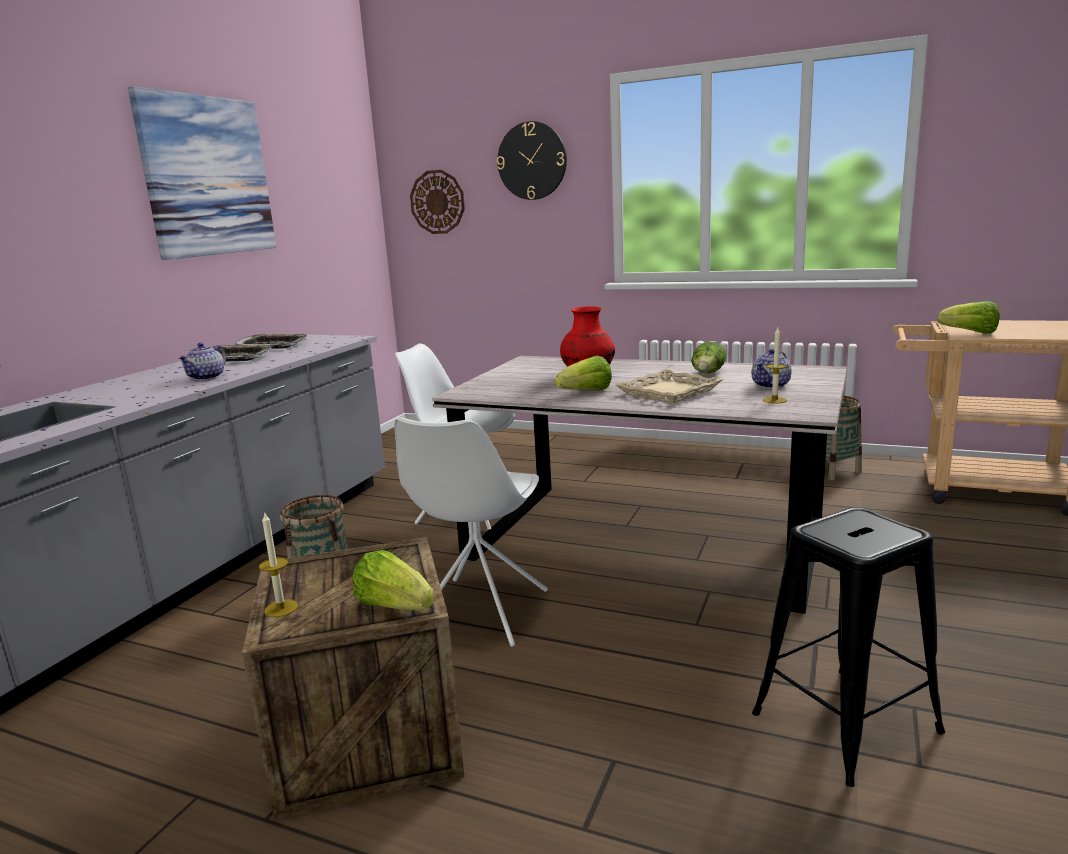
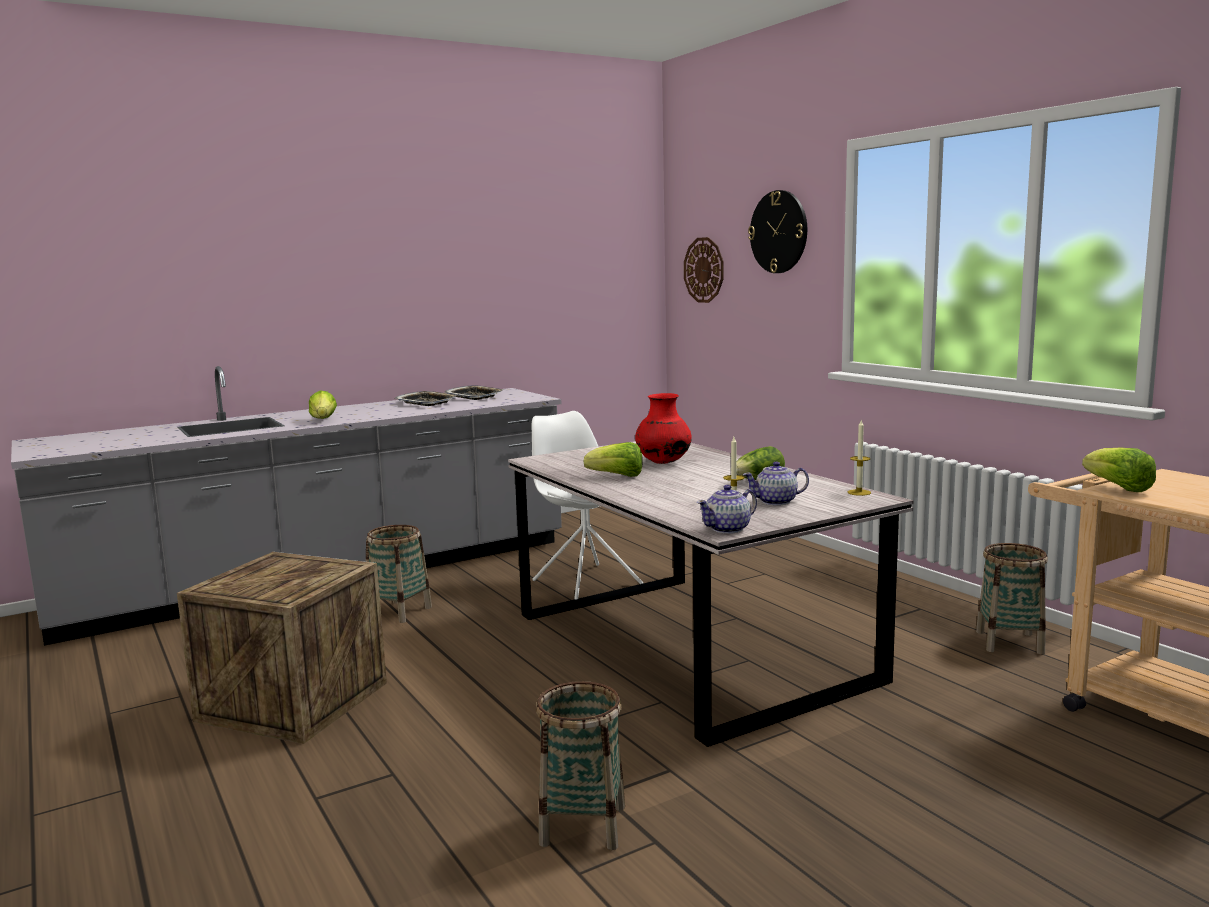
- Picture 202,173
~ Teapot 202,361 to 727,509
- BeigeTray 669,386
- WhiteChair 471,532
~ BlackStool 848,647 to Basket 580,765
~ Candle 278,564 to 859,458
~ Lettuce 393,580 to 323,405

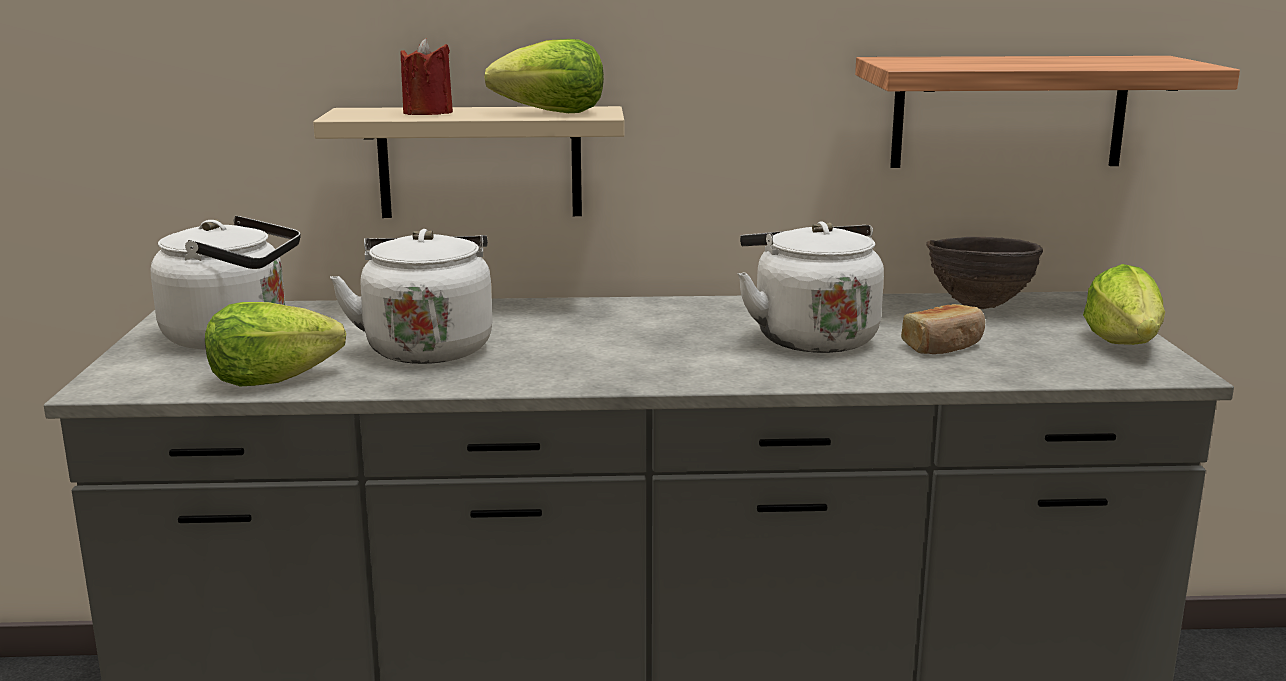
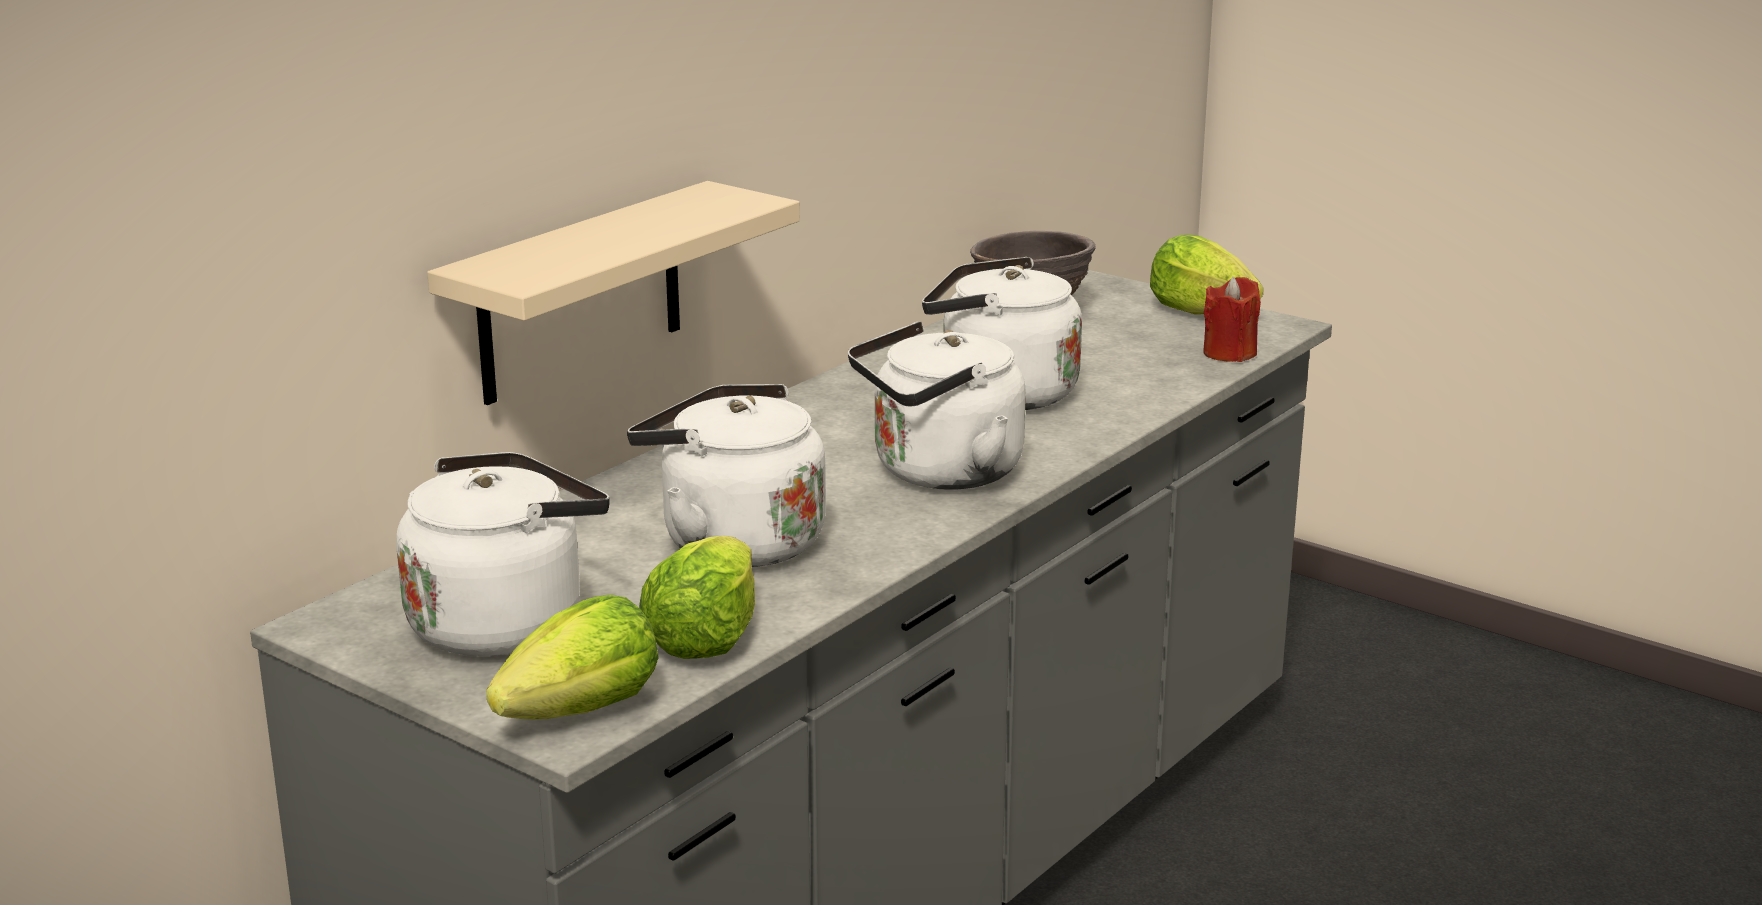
~ RedCandle 426,76 to 1232,319
~ Lettuce 544,76 to 572,657
- Shelf 1047,112
- Bread 943,329
+ WhiteKettle 937,405

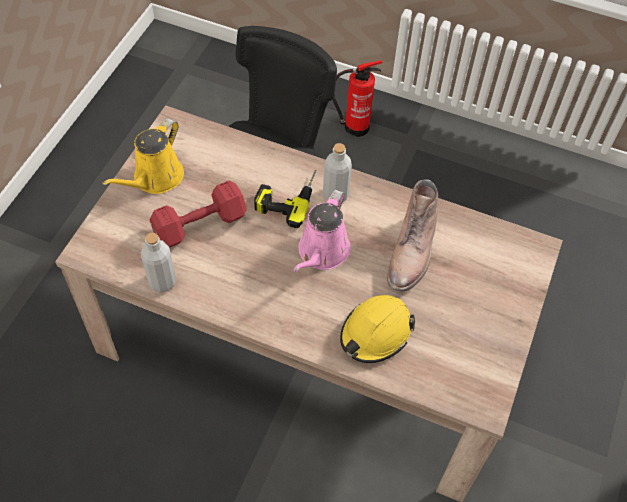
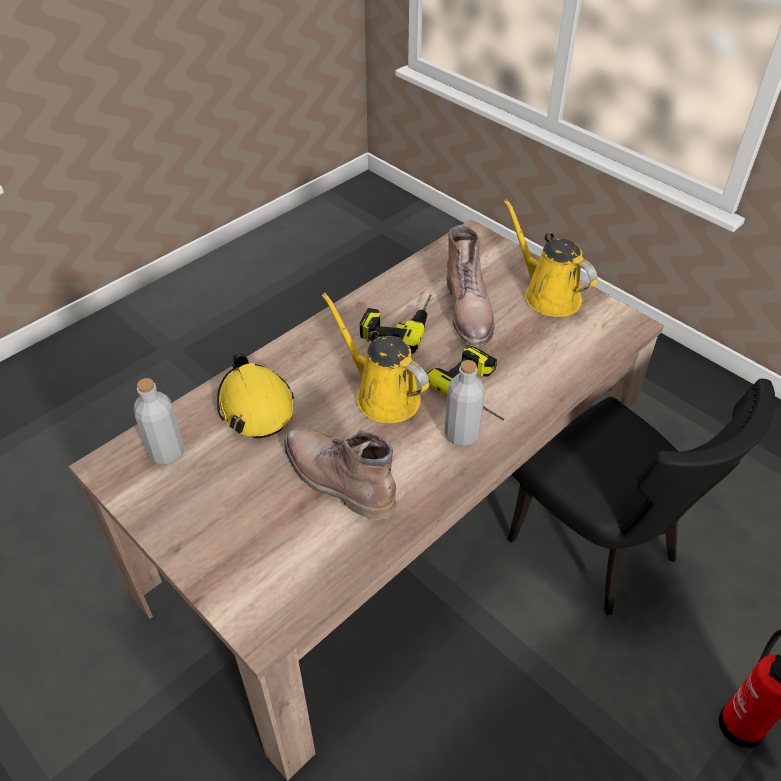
~ RedDumbbell 198,214 to BrownBoot 470,285
~ PinkWateringCan 322,231 to YellowWateringCan 375,358
~ GreyBottle 158,263 to 158,421
+ PowerDrill 395,324

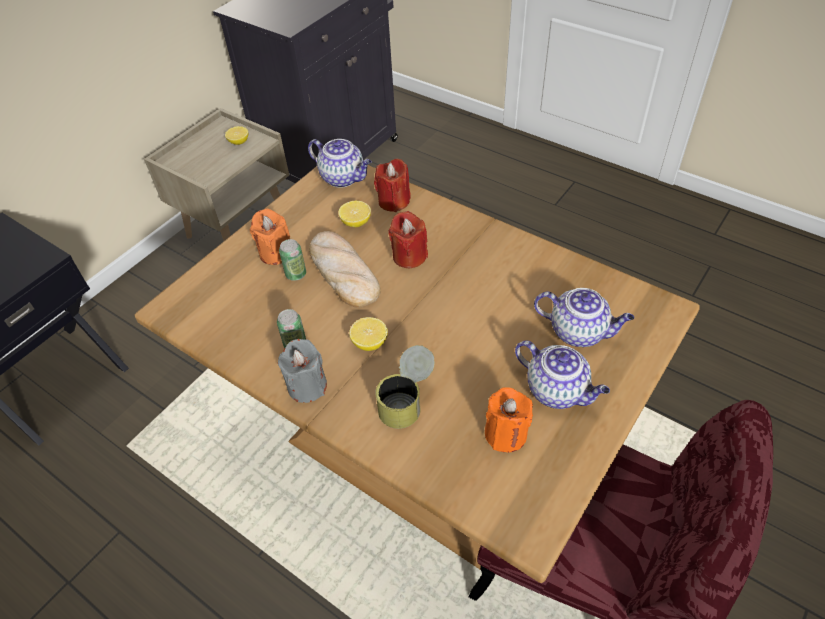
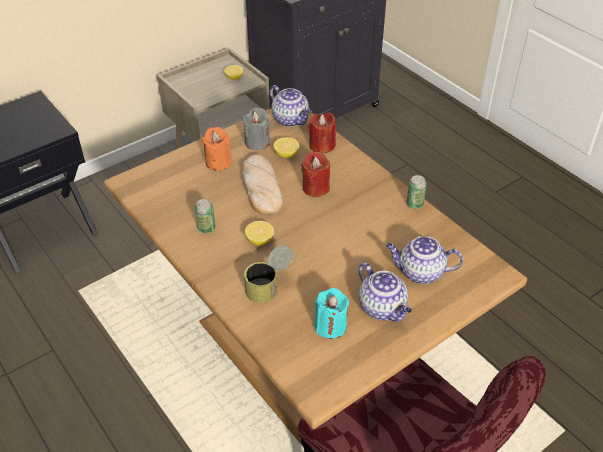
~ Can 292,260 to 417,192
~ Teapot 584,317 = 424,260 150 degrees clockwise
~ GreyCandle 302,371 to 256,129
~ OrangeCandle 509,420 to TurquoiseCandle 331,313

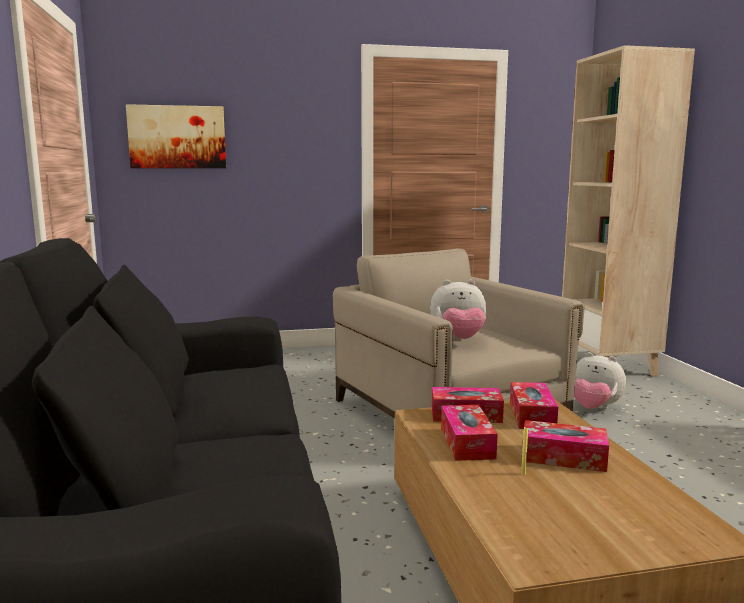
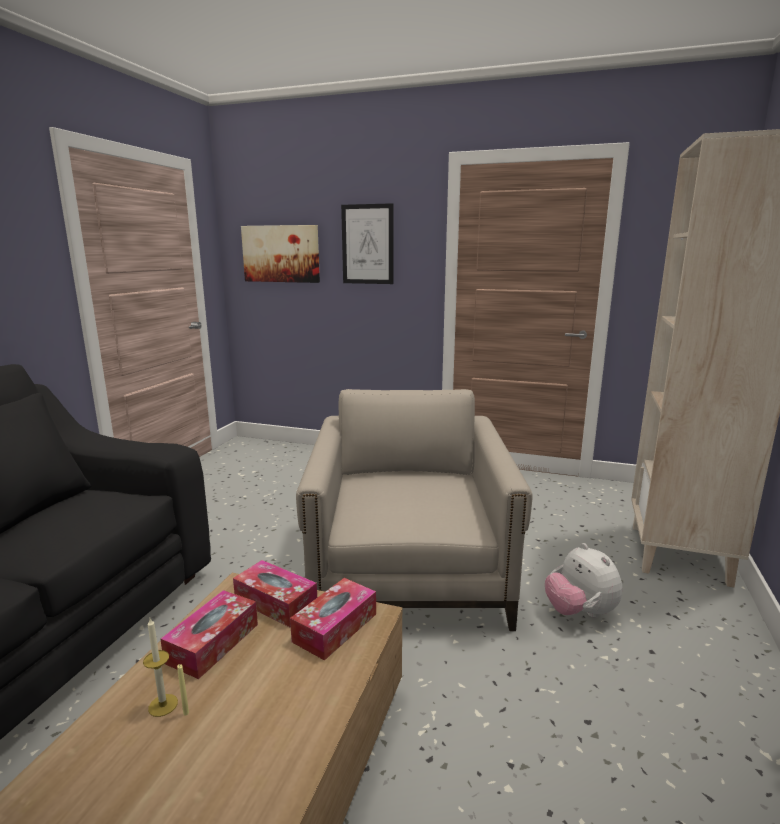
- PlushToy 458,309
- TissueBox 565,446
+ Picture 367,243
+ Candle 160,667

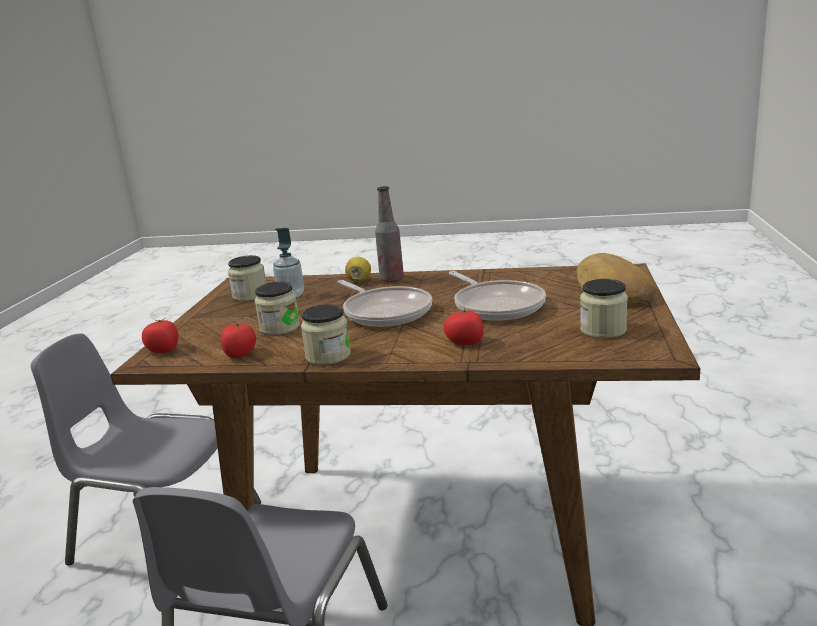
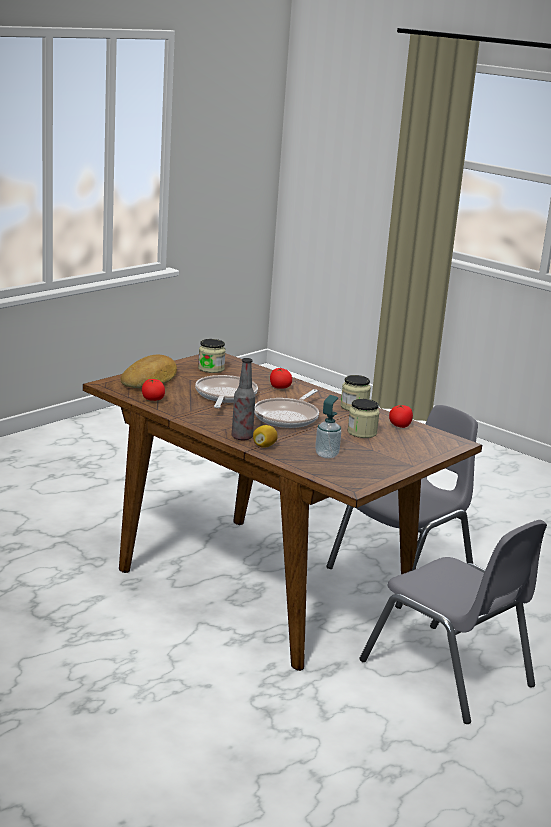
- Jar 247,278
~ FryingPan 384,303 = 286,408 150 degrees counterclockwise
~ Tomato 160,335 to 153,390

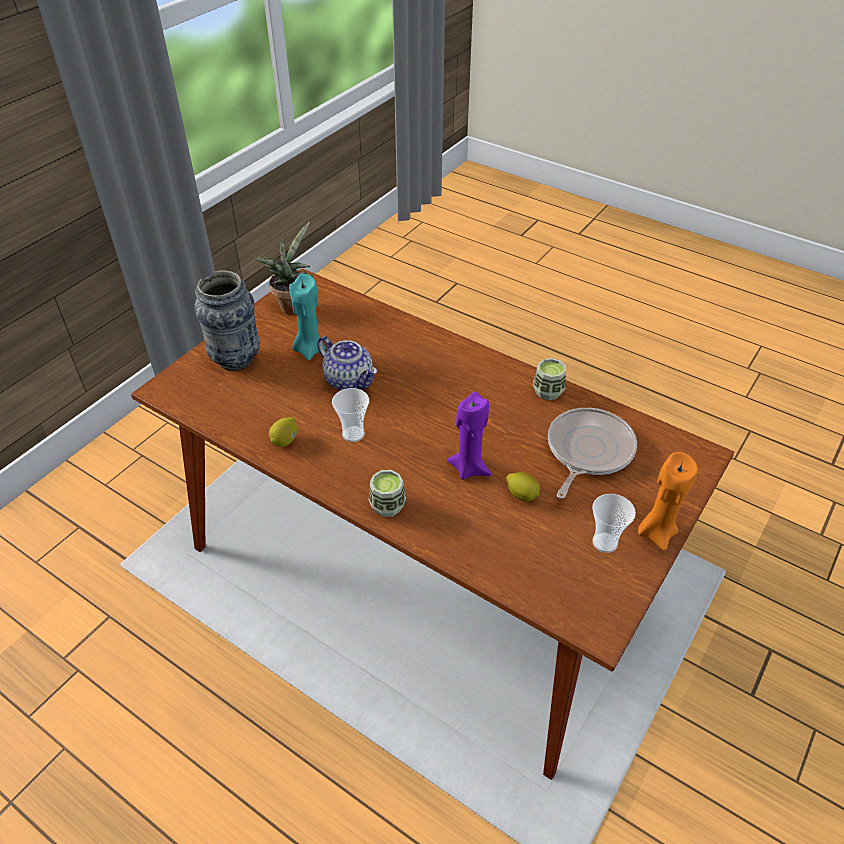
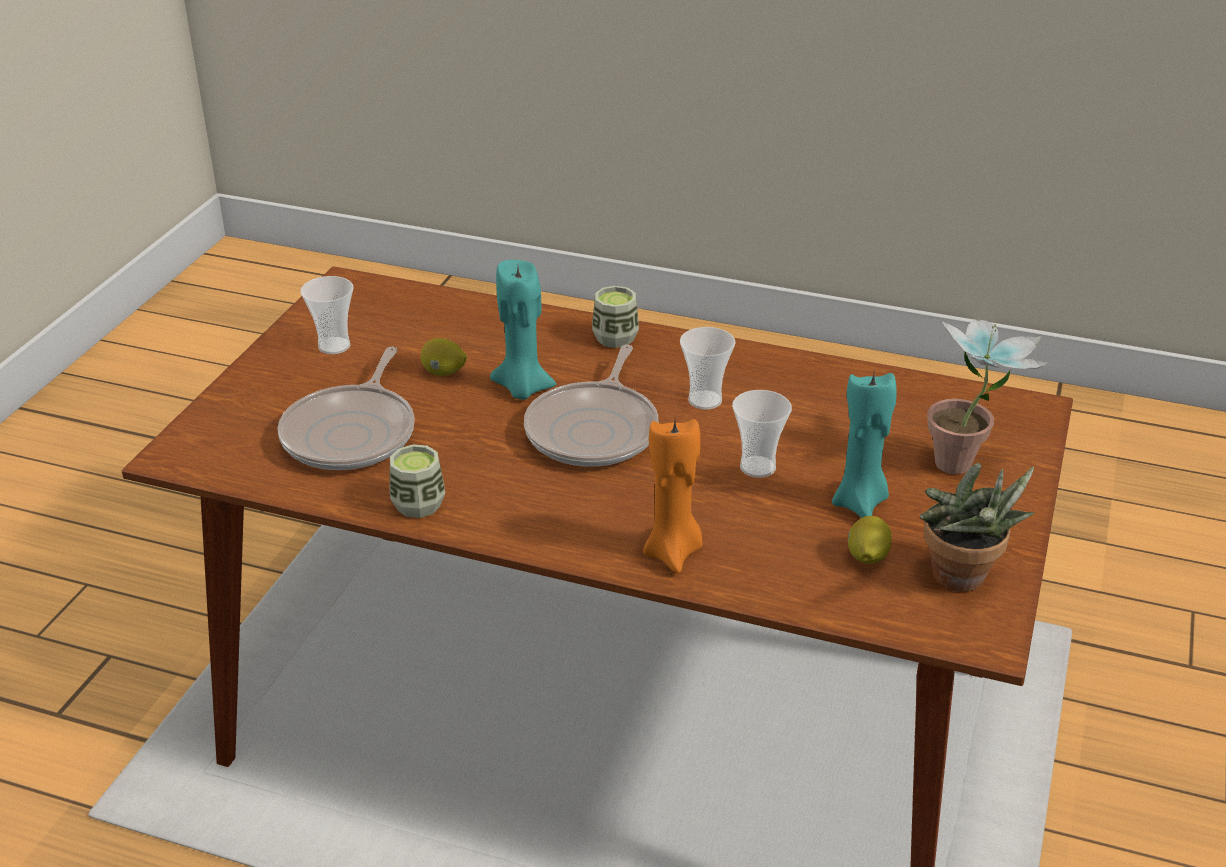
~ Vase 227,320 to PottedPlant 988,397
~ Teapot 347,363 to Cup 762,434
~ PurpleCandle 469,436 to TurquoiseCandle 523,330
~ Lemon 283,432 to 870,540
~ OrangeCandle 668,501 to 673,496
+ FryingPan 591,406

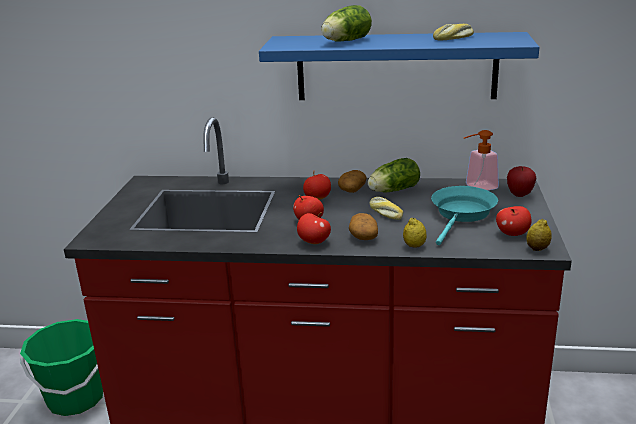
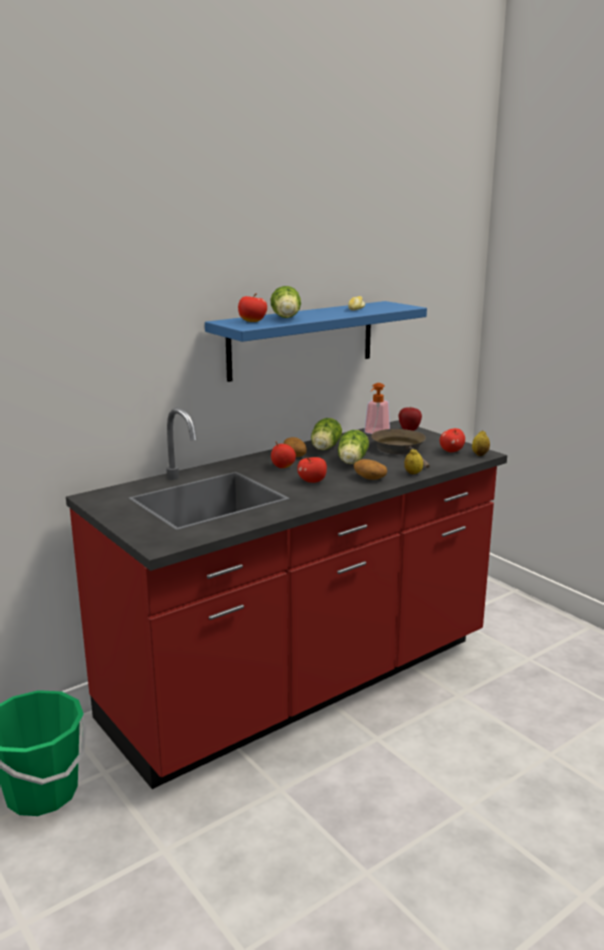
~ TurquoiseFryingPan 464,215 to BrownFryingPan 400,448
~ Bread 386,208 to Lettuce 353,447
~ Apple 314,228 to 252,307

